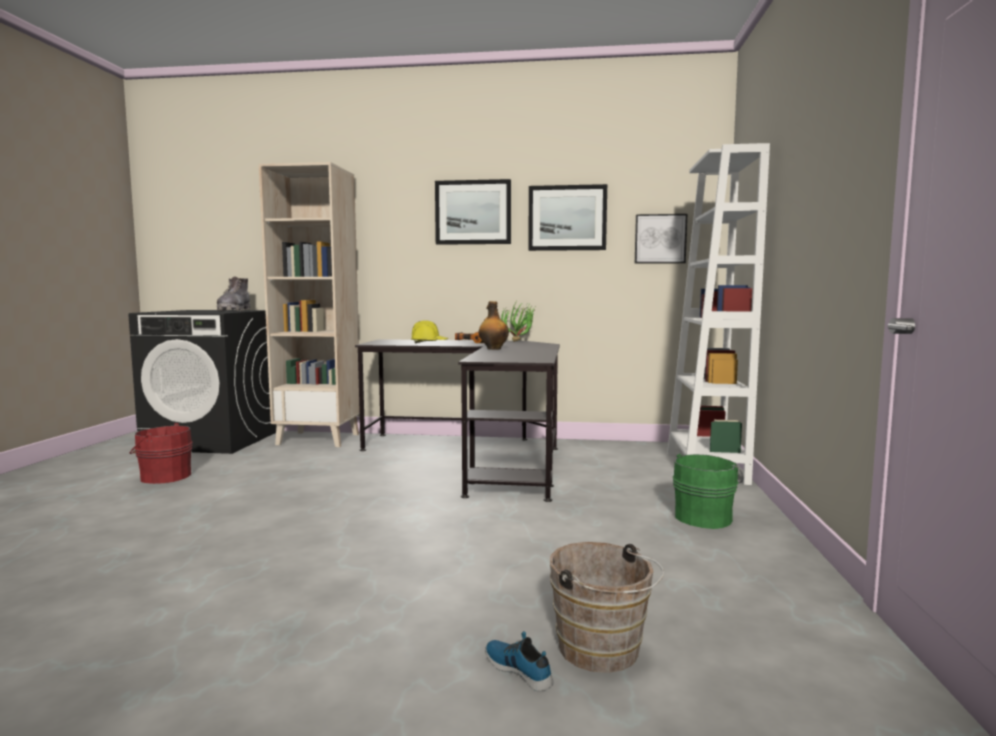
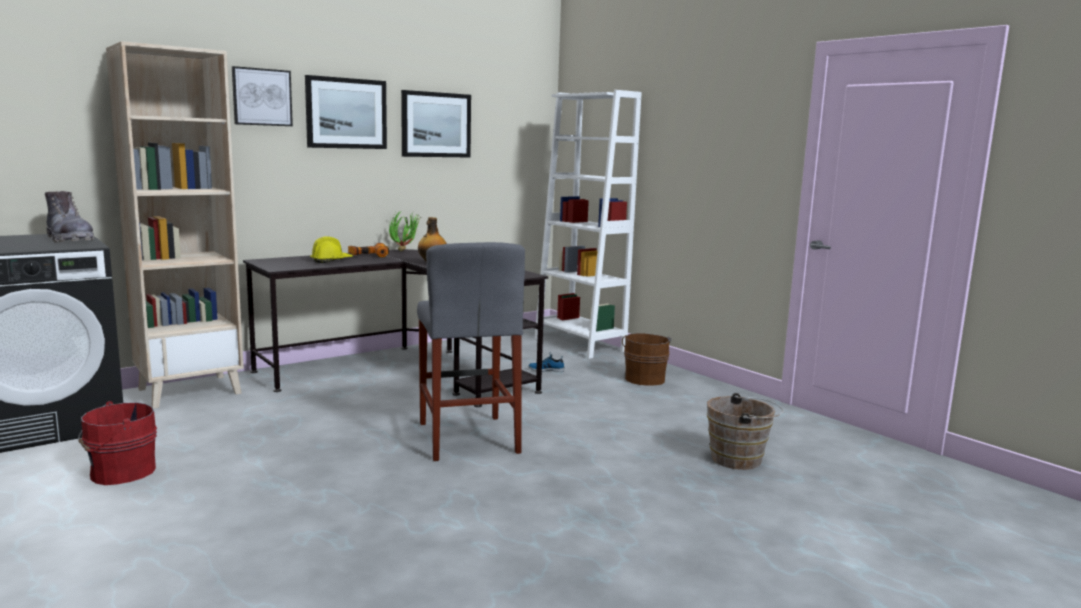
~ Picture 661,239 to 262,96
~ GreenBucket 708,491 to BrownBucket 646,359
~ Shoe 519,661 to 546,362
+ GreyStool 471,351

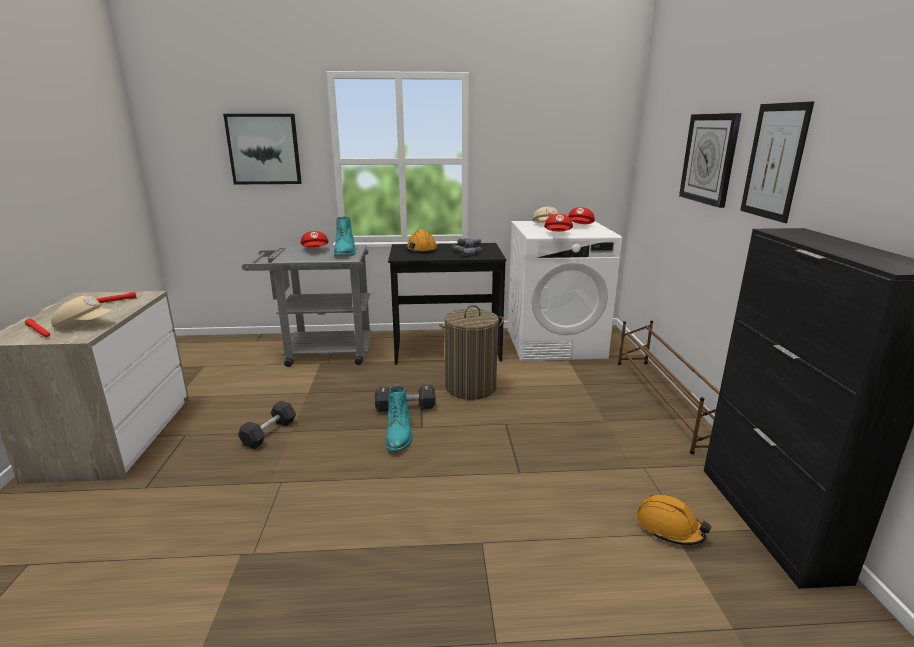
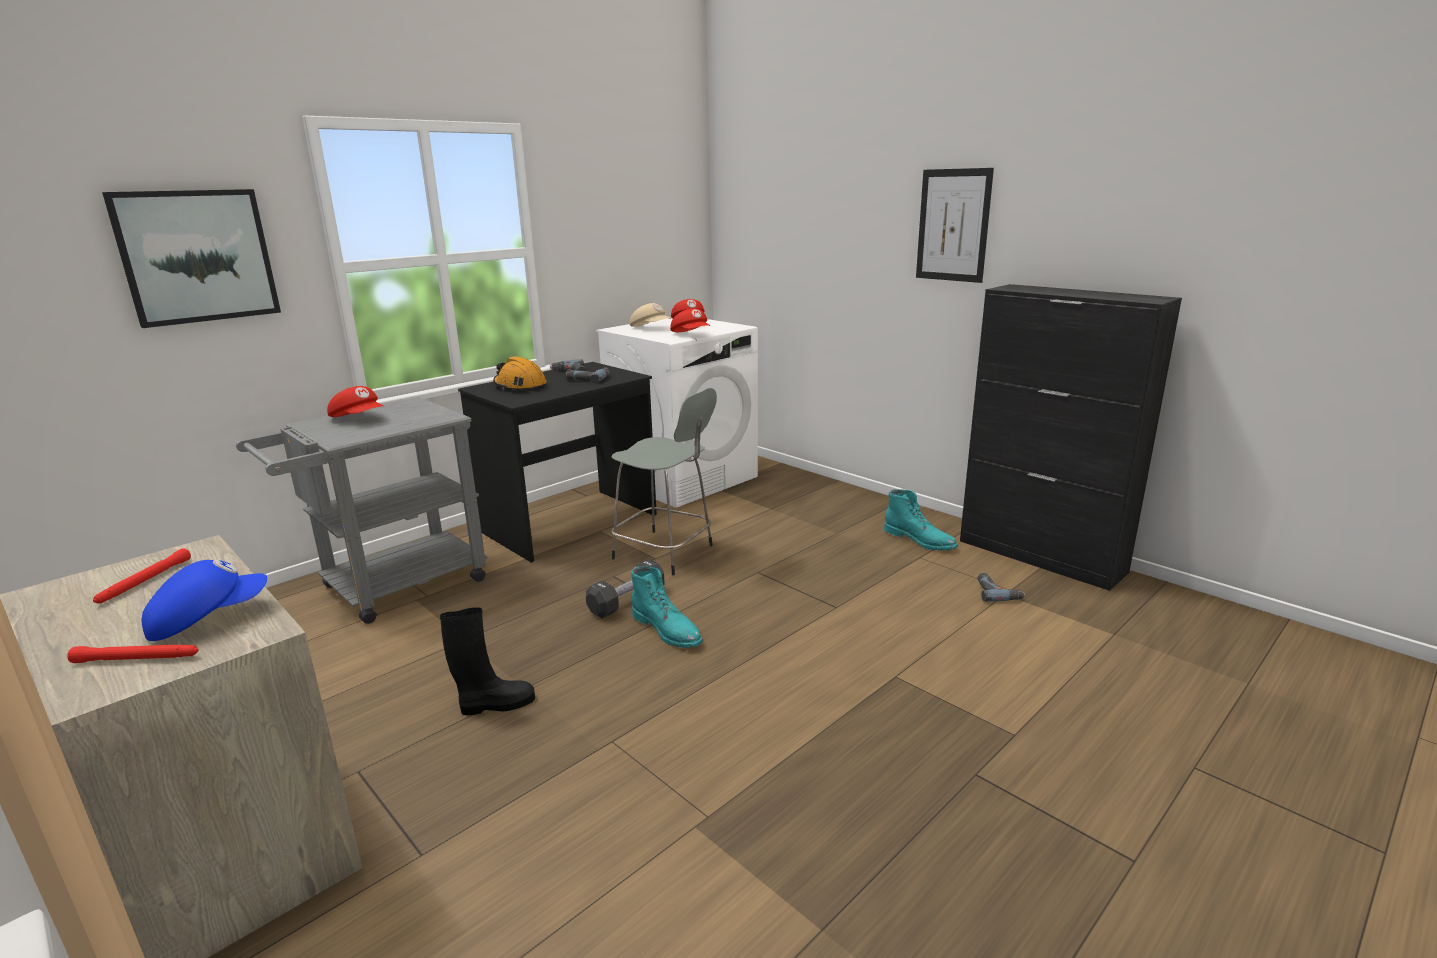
- WallClock 710,160
~ TurquoiseBoot 345,236 to 921,519
~ BeigeCap 81,311 to BlueCap 204,600
~ LaundryBasket 471,352 to GreyStool 664,481
- BrownShoeRack 669,387
~ BlackDumbbell 267,425 to BlackBoot 487,661
~ OrangeHardHat 674,520 to PowerDrill 1001,587

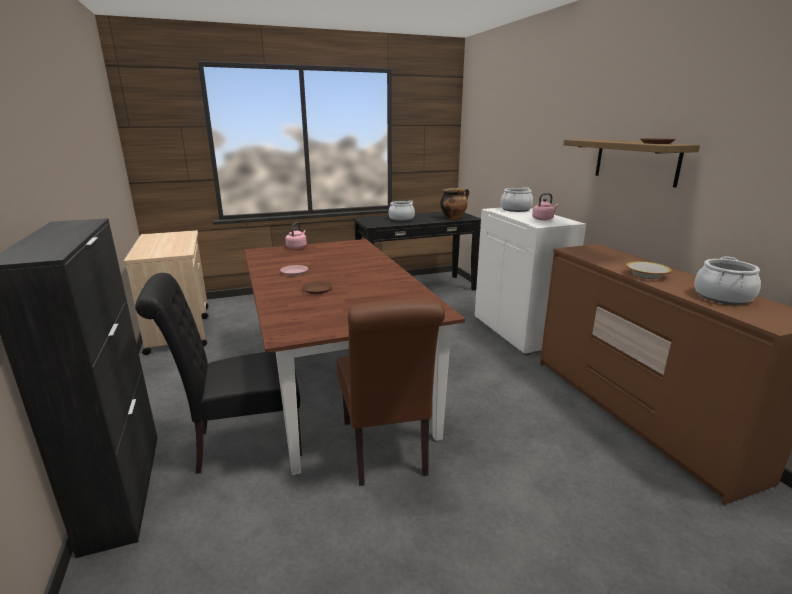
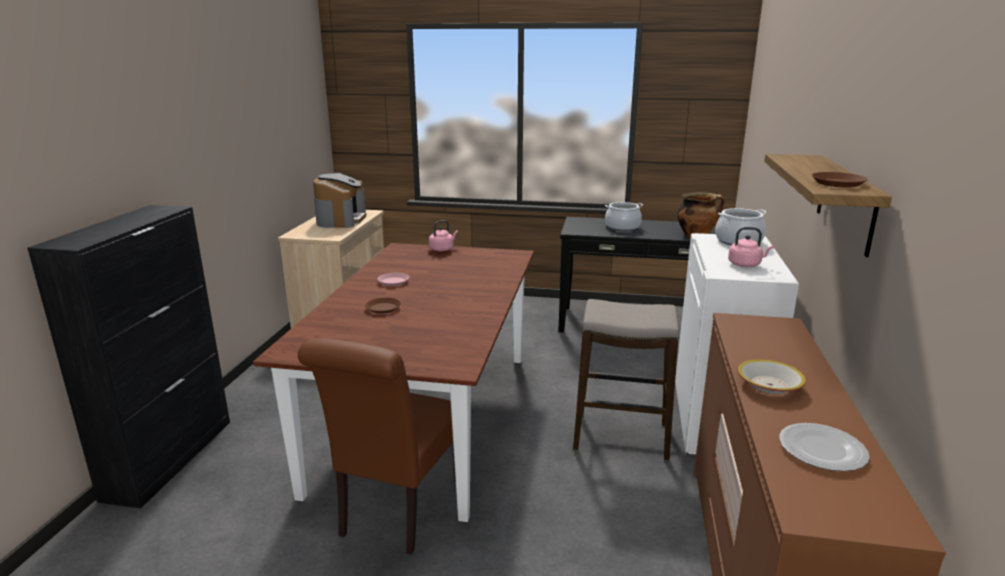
~ CookingPot 727,280 to Plate 825,447
- BlackChair 218,373
+ CoffeeMachine 340,200
+ Stool 626,379

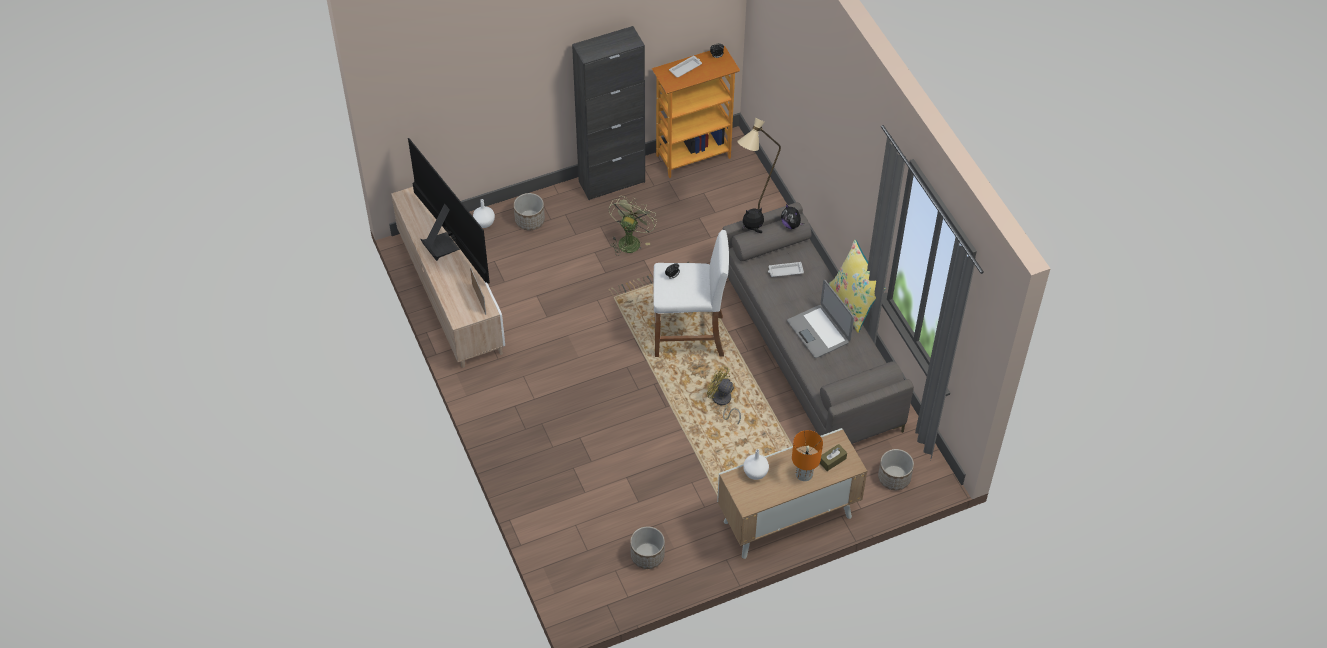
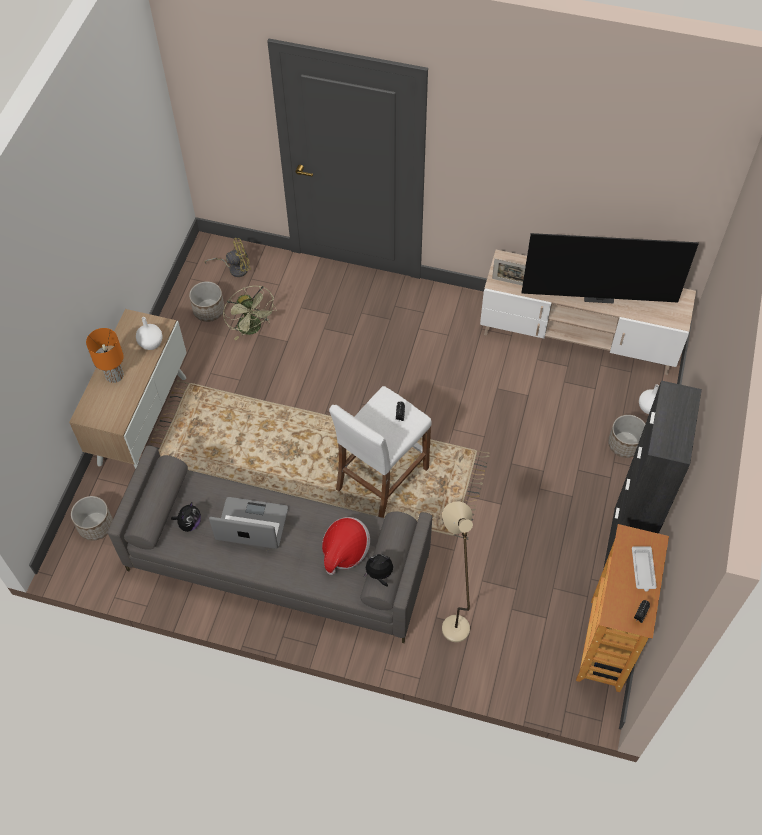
~ GreenFan 633,226 to 250,313
~ PlushToy 753,220 to 186,517
- YellowPillow 857,286
~ WhiteTray 786,269 to Hat 346,546
~ YellowFan 724,395 to 228,257
- BrownTissueBox 833,457

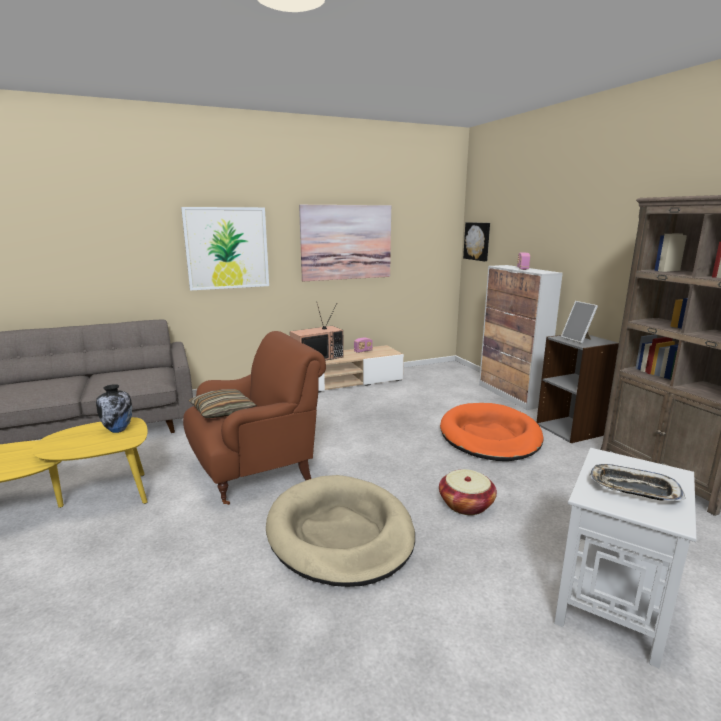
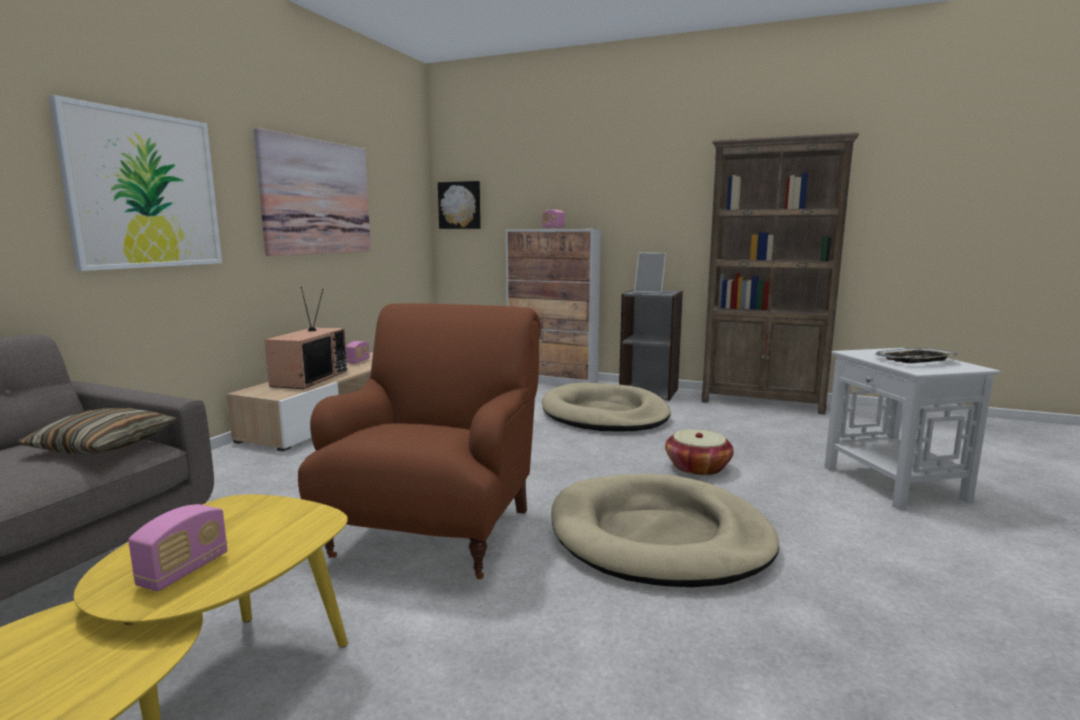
- Vase 114,408
~ Pillow 223,403 to 97,431
~ OrangeDogBed 491,432 to BeigeDogBed 606,406
+ Radio 177,548

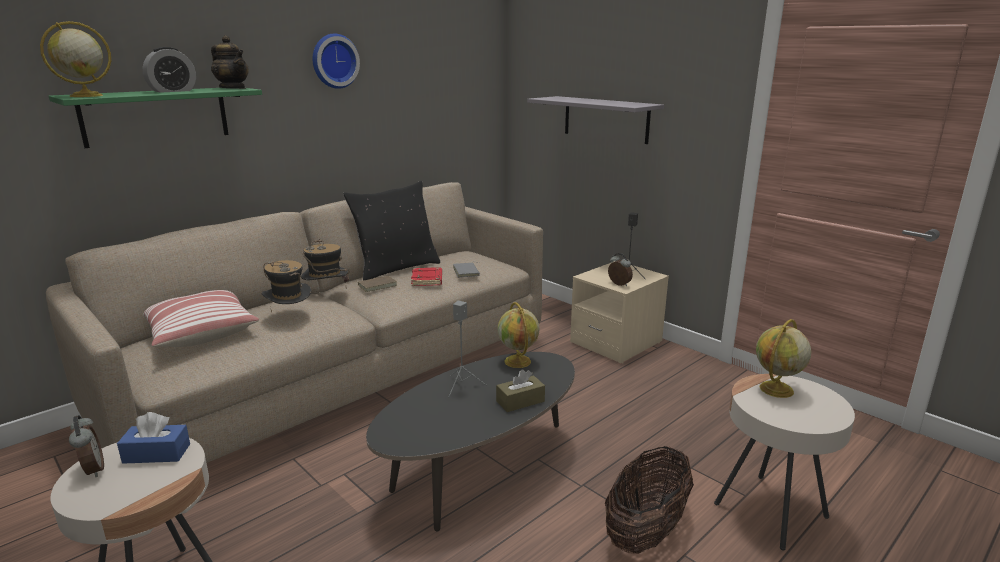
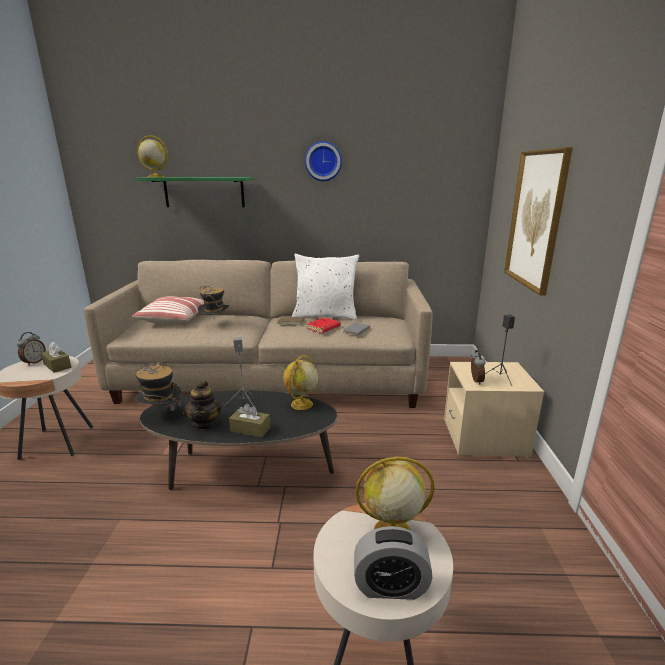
~ Teapot 230,62 to 202,405
~ AlarmClock 169,70 to 393,563
~ GreyShelf 595,120 to Picture 538,221
~ BlackPillow 391,231 to WhitePillow 325,287
~ Hat 325,260 to 159,388
~ BlueTissueBox 153,438 to BrownTissueBox 56,357
- Basket 649,500

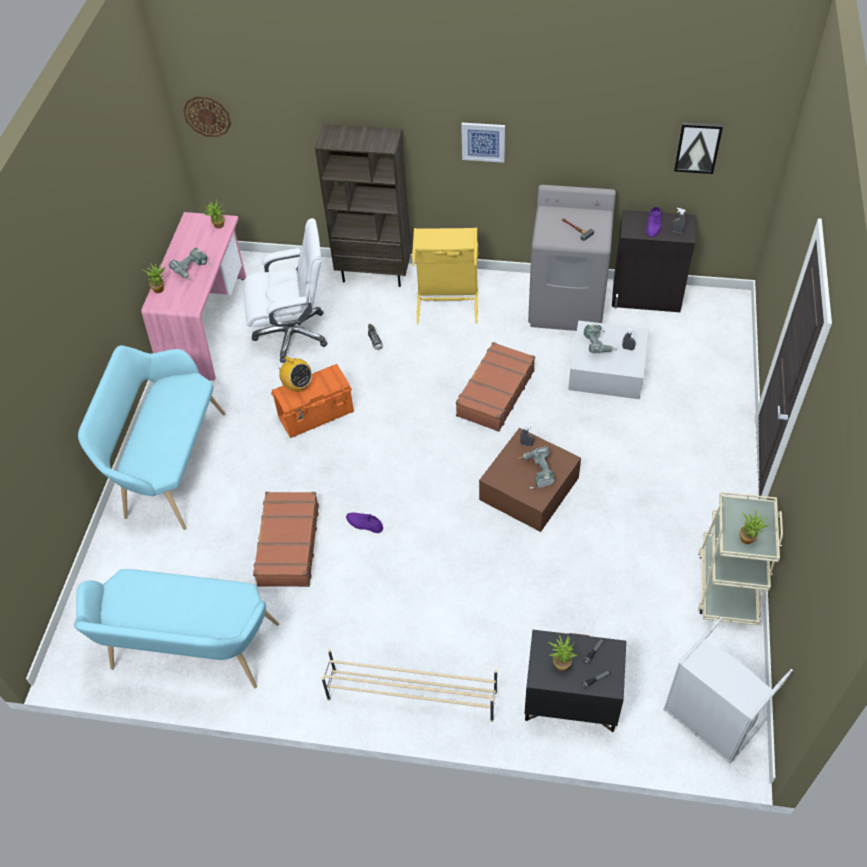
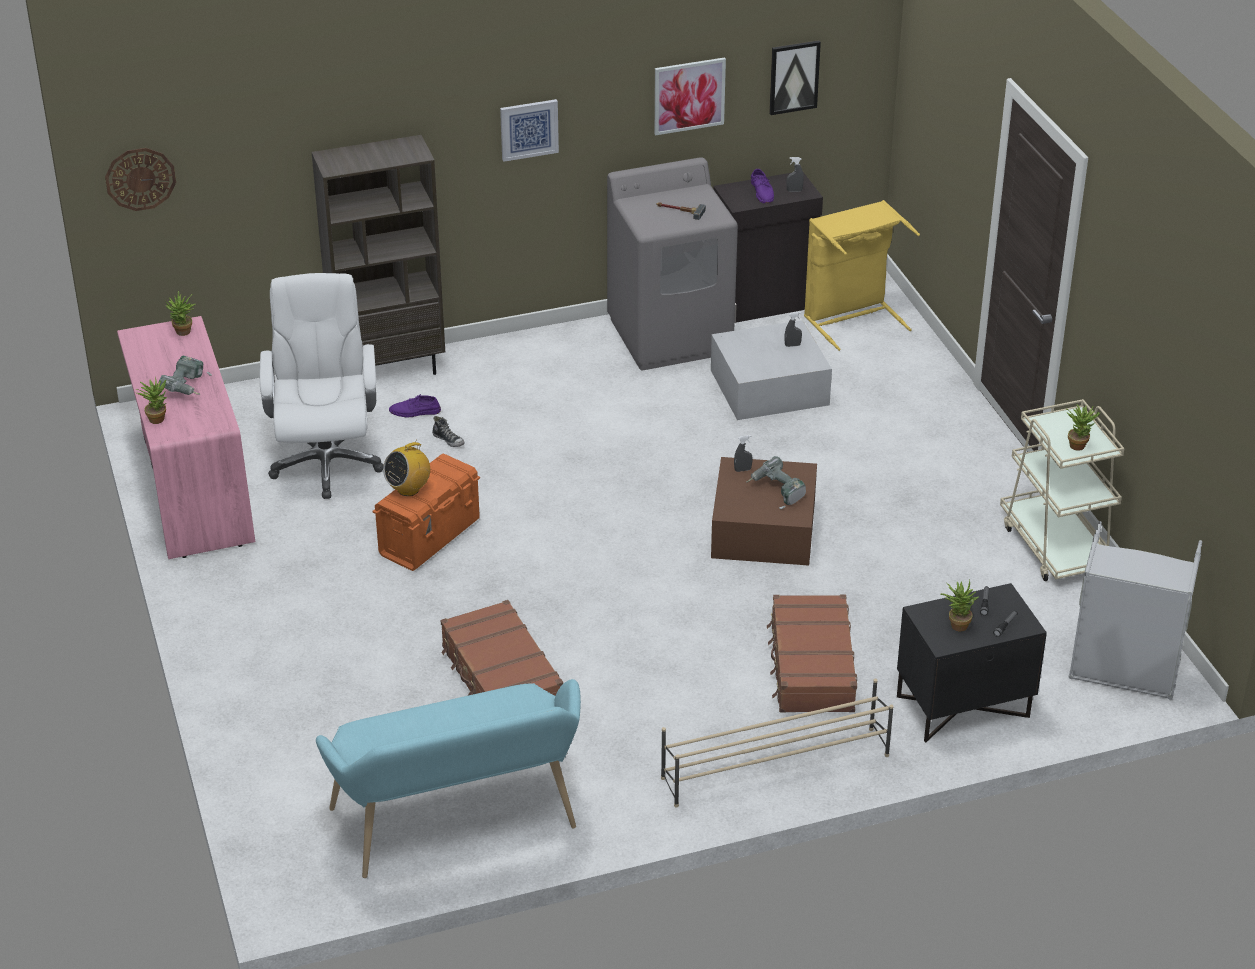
~ WhiteOfficeChair 286,290 = 322,386 60 degrees counterclockwise
~ YellowLaundryBasket 445,276 to 862,275
- PowerDrill 600,339
~ BrownSuitcase 495,387 to 812,653
- TurquoiseBench 152,437
~ Radio 294,374 = 406,467 120 degrees clockwise
~ PurpleShoe 364,523 to 415,406
+ Picture 690,96

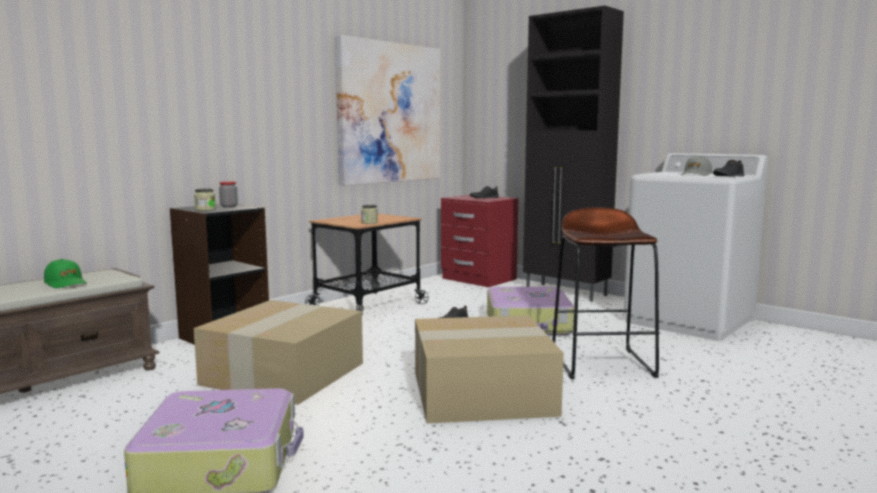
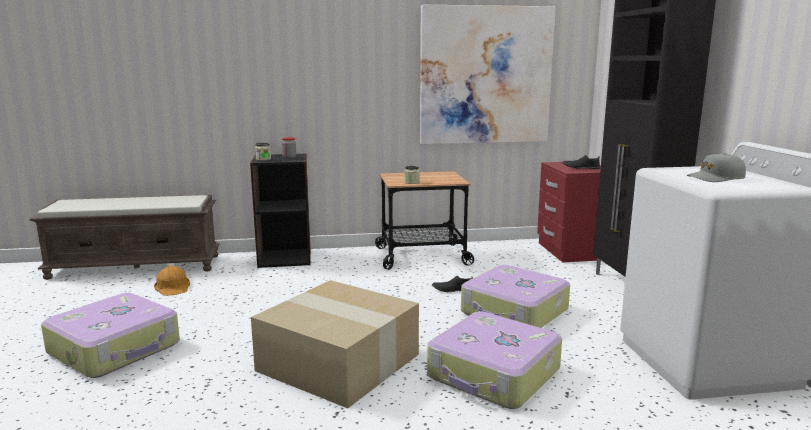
- BlackShoe 728,168
~ BrownStool 605,293 to Suitcase 494,360
- GreenCap 65,273
- CardboardBox 278,352
+ OrangeHardHat 172,280

